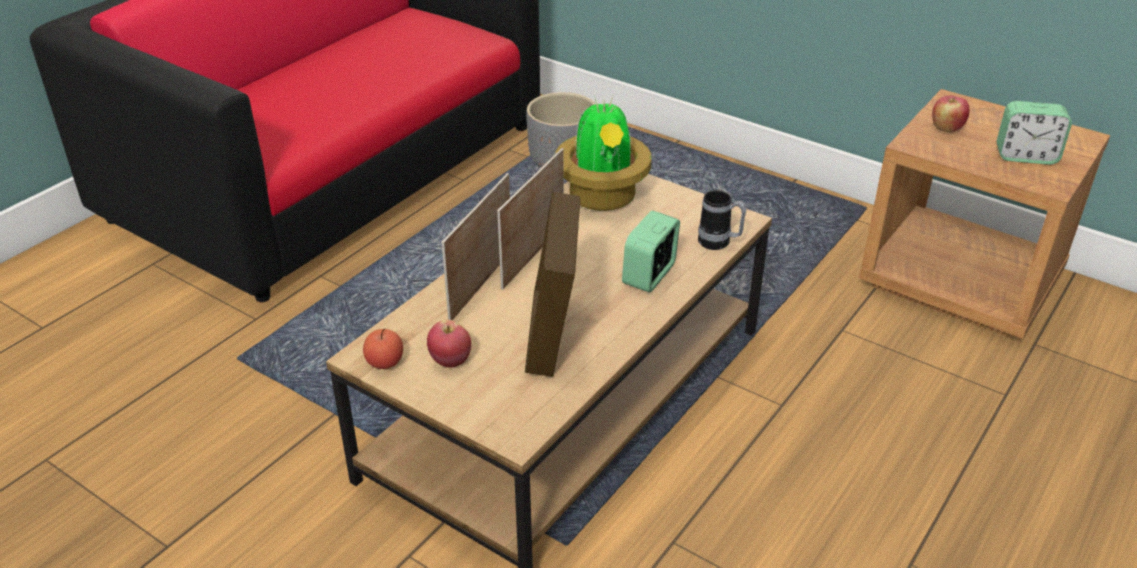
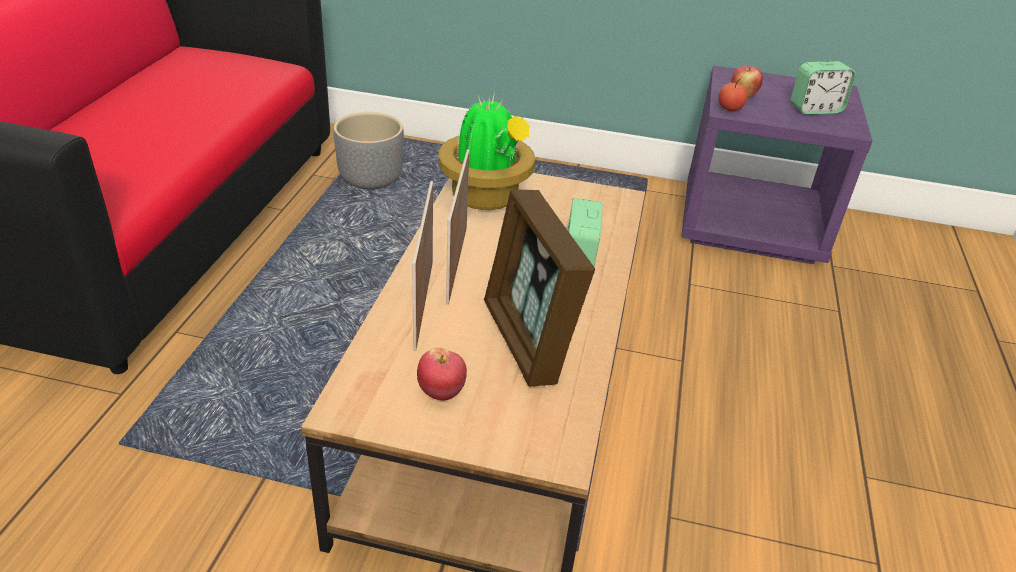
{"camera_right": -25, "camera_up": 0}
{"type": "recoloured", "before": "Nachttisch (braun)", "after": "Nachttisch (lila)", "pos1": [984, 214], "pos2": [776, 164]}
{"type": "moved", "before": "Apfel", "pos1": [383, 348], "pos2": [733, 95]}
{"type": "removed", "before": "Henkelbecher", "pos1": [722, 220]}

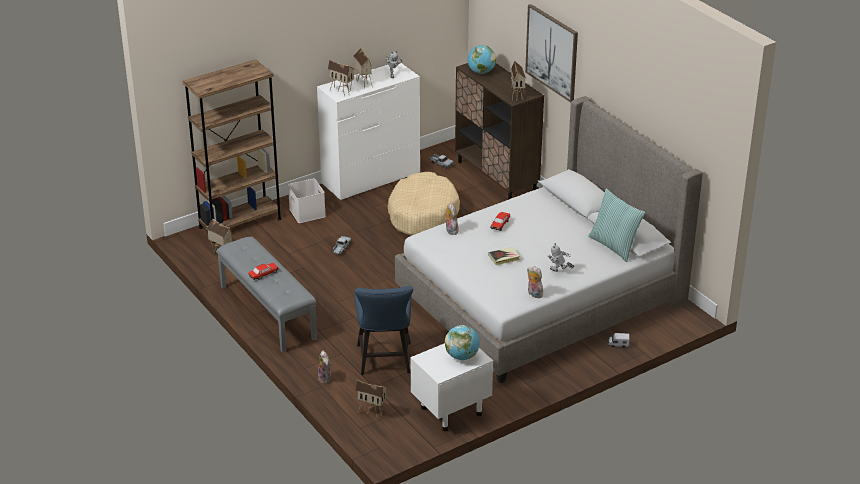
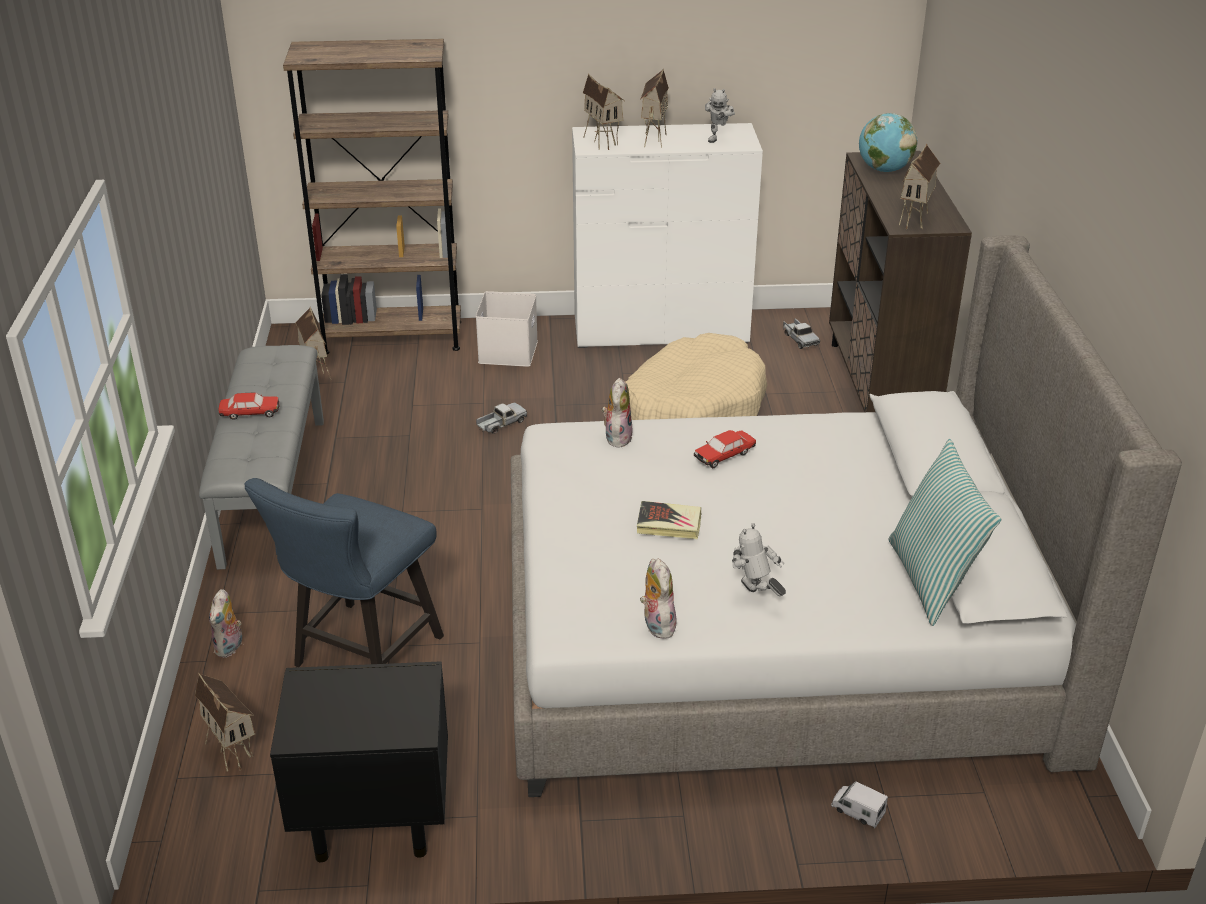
{"camera_right": 30, "camera_up": 0}
{"type": "recoloured", "before": "Nachttisch (weiß)", "after": "Nachttisch (schwarz)", "pos1": [452, 387], "pos2": [359, 761]}
{"type": "removed", "before": "Globus", "pos1": [462, 342]}
{"type": "removed", "before": "Bild", "pos1": [551, 53]}

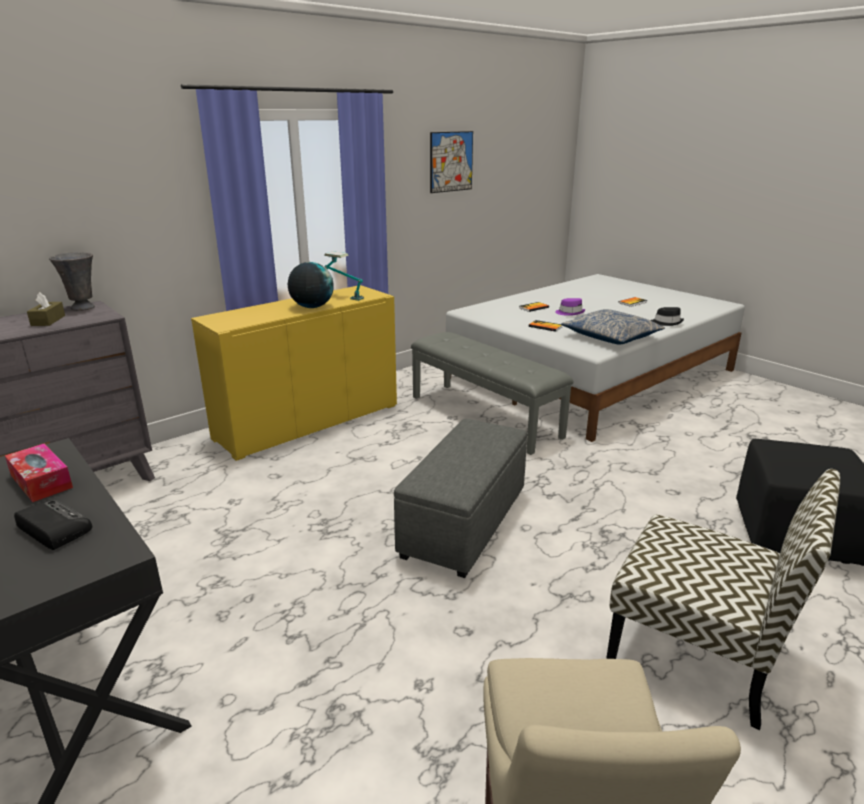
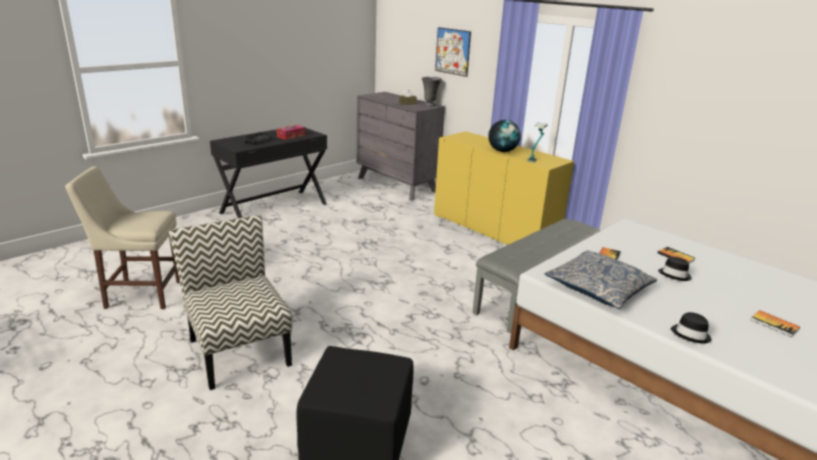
{"camera_right": 85, "camera_up": 0}
{"type": "turned", "before": "Stuhl", "pos1": [723, 599], "pos2": [230, 302], "turn": 120}
{"type": "moved", "before": "Bild", "pos1": [451, 162], "pos2": [453, 52]}
{"type": "recoloured", "before": "Hut (lila)", "after": "Hut (schwarz)", "pos1": [570, 307], "pos2": [675, 269]}
{"type": "removed", "before": "Polsterhocker (grau)", "pos1": [460, 498]}

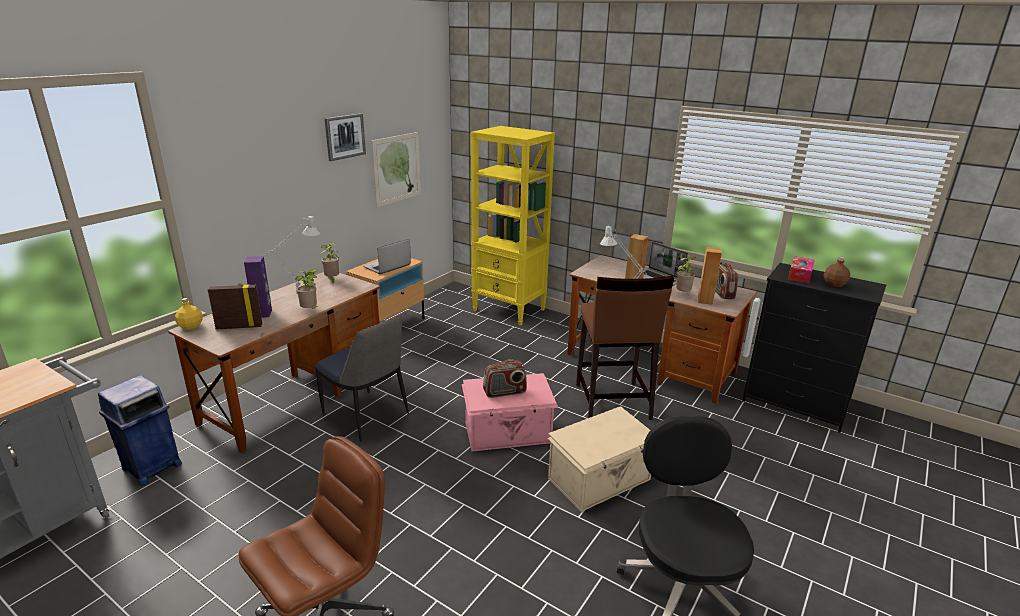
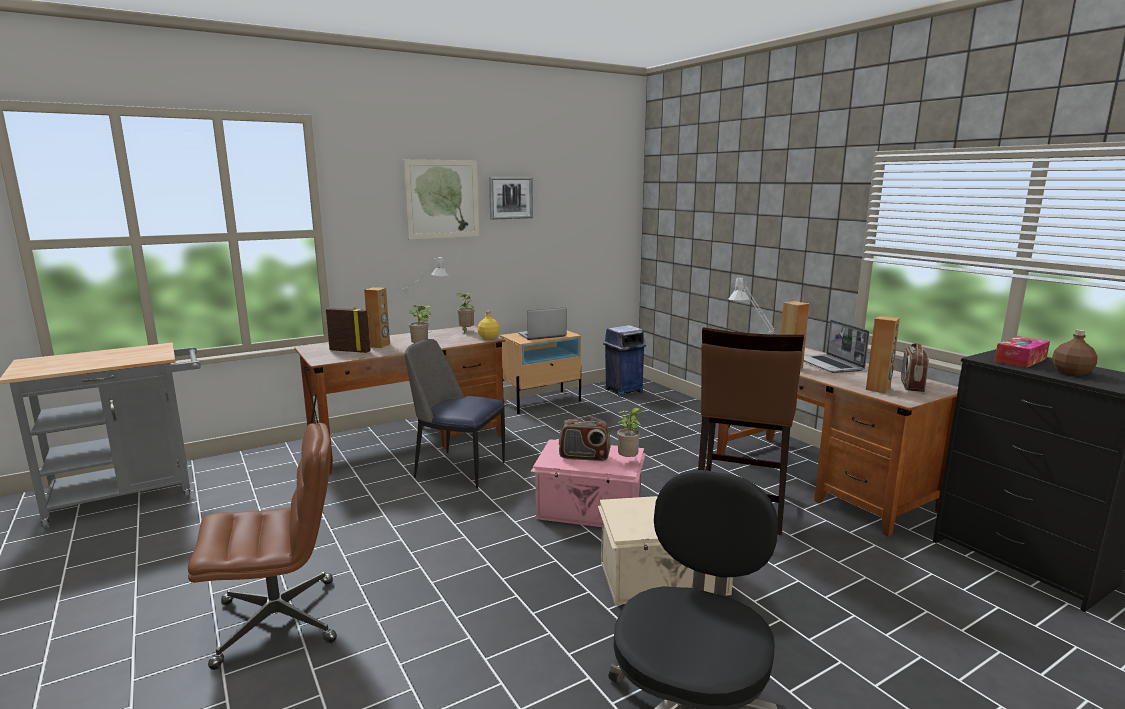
{"camera_right": 25, "camera_up": -10}
{"type": "recoloured", "before": "Lautsprecher (lila)", "after": "Lautsprecher (braun)", "pos1": [258, 286], "pos2": [377, 317]}
{"type": "moved", "before": "Bild", "pos1": [396, 169], "pos2": [441, 199]}
{"type": "turned", "before": "Stuhl", "pos1": [362, 378], "pos2": [455, 413], "turn": 135}
{"type": "moved", "before": "Flasche (gelb)", "pos1": [189, 314], "pos2": [488, 325]}
{"type": "moved", "before": "Mülleimer (blau)", "pos1": [140, 430], "pos2": [624, 361]}
{"type": "moved", "before": "Topfpflanze", "pos1": [686, 273], "pos2": [629, 432]}
{"type": "removed", "before": "Bücherregal (gelb)", "pos1": [512, 226]}

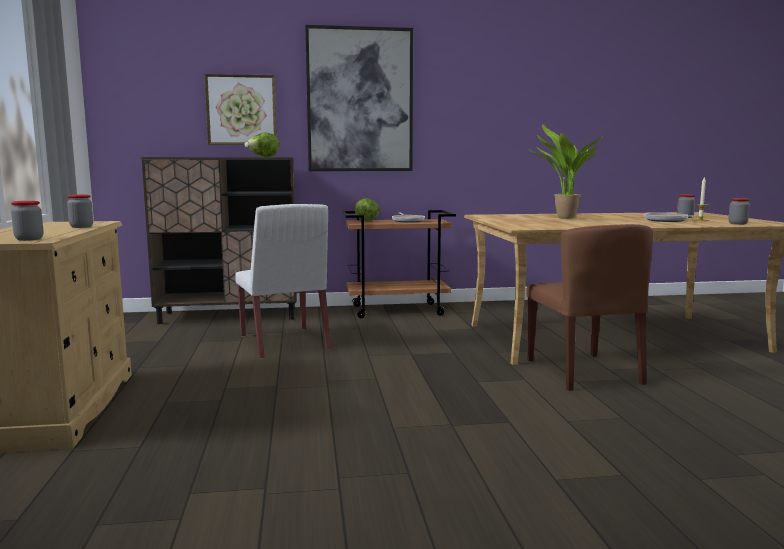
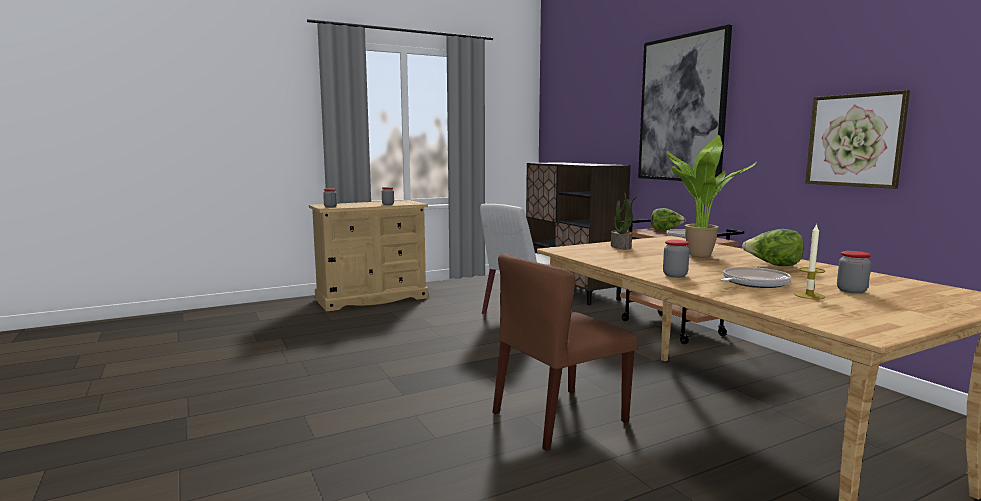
{"camera_right": 70, "camera_up": 0}
{"type": "added", "after": "Topfpflanze", "pos2": [623, 220]}
{"type": "moved", "before": "Vorratsglas", "pos1": [739, 211], "pos2": [676, 259]}
{"type": "moved", "before": "Salatkopf", "pos1": [262, 144], "pos2": [773, 247]}
{"type": "moved", "before": "Bild", "pos1": [240, 109], "pos2": [857, 139]}

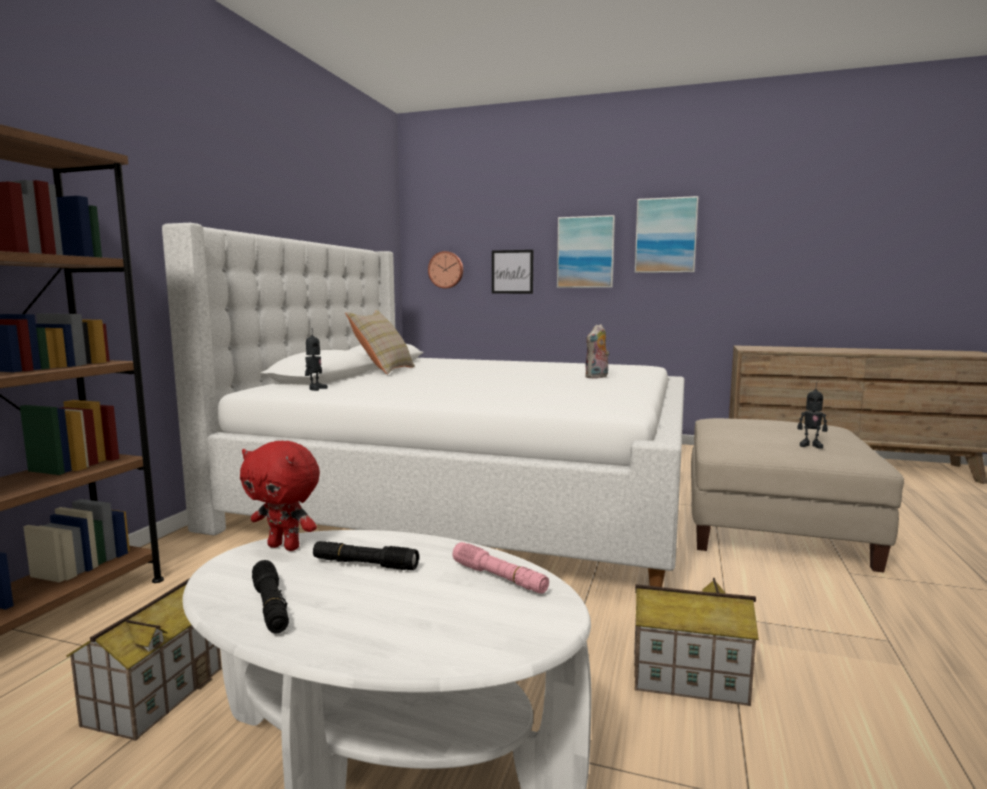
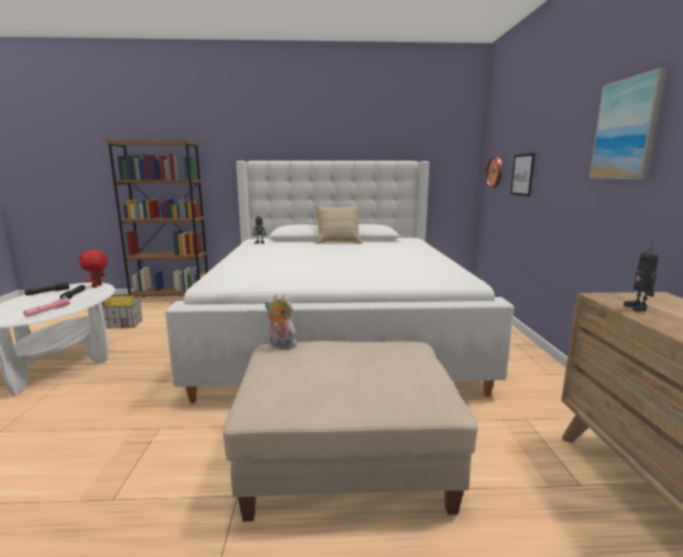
{"camera_right": 70, "camera_up": 5}
{"type": "moved", "before": "Plüschtier", "pos1": [597, 351], "pos2": [281, 321]}
{"type": "moved", "before": "Spielzeugroboter", "pos1": [812, 415], "pos2": [641, 276]}
{"type": "removed", "before": "Bild", "pos1": [586, 251]}
{"type": "removed", "before": "Spielzeughaus", "pos1": [696, 642]}

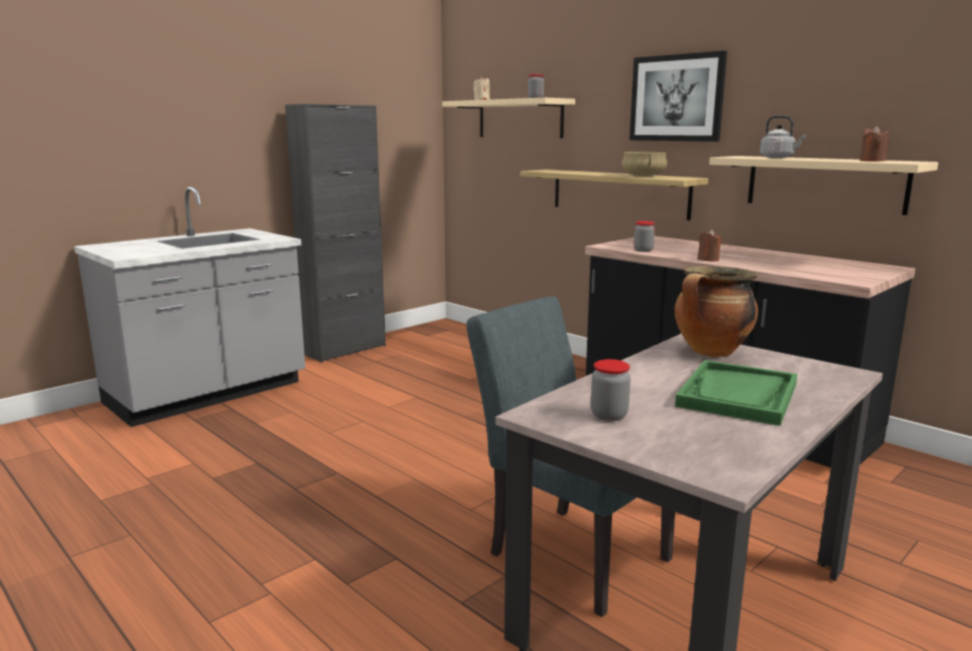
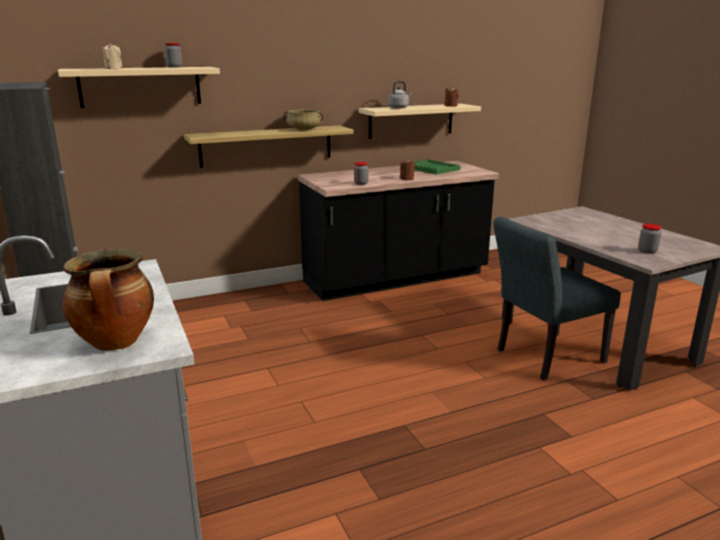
{"camera_right": -70, "camera_up": 5}
{"type": "moved", "before": "Kochtopf", "pos1": [716, 311], "pos2": [108, 300]}
{"type": "moved", "before": "Tablett (grün)", "pos1": [736, 393], "pos2": [437, 167]}
{"type": "removed", "before": "Bild", "pos1": [678, 96]}

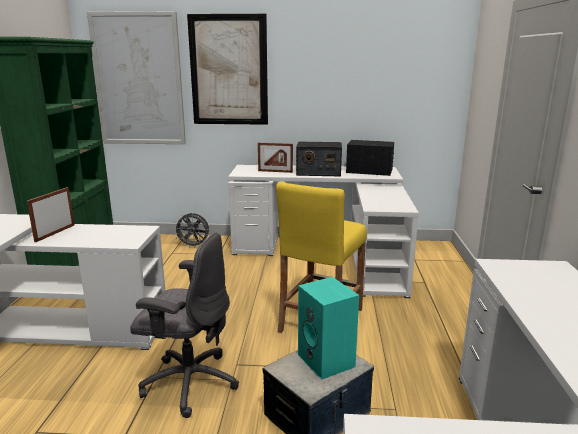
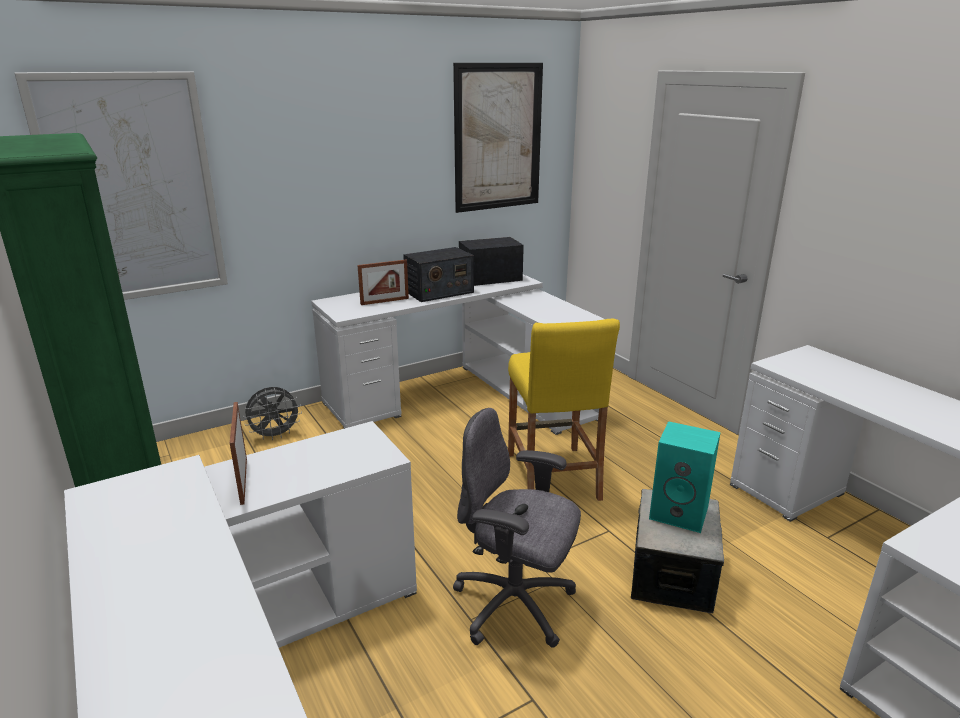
{"camera_right": -35, "camera_up": 5}
{"type": "moved", "before": "Bild", "pos1": [227, 69], "pos2": [498, 138]}
{"type": "turned", "before": "Bürostuhl (grau)", "pos1": [184, 325], "pos2": [517, 528], "turn": -135}

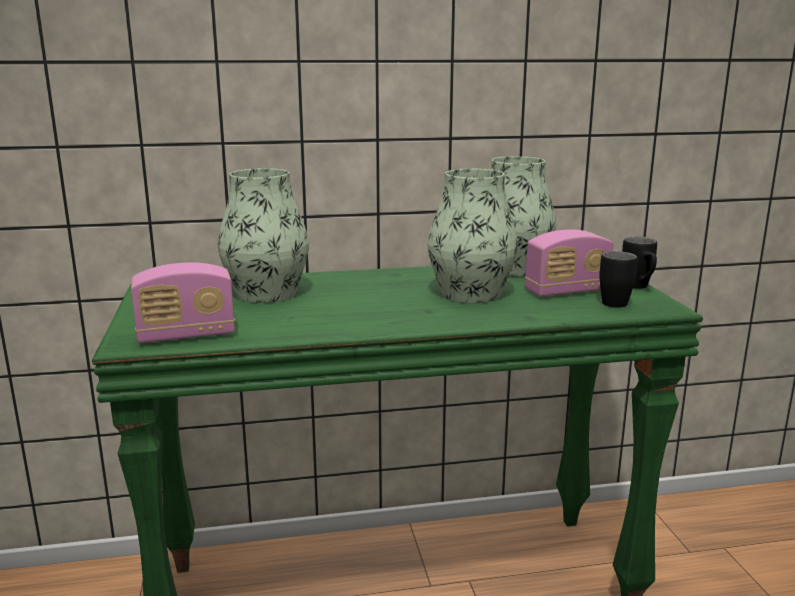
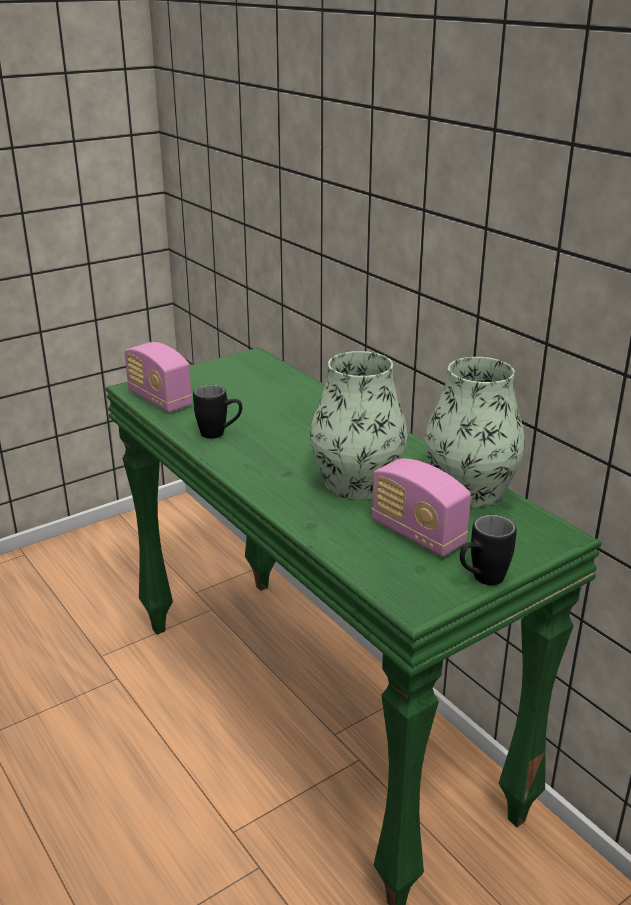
{"camera_right": 65, "camera_up": 10}
{"type": "moved", "before": "Henkelbecher (schwarz)", "pos1": [618, 279], "pos2": [217, 412]}
{"type": "removed", "before": "Vase", "pos1": [263, 235]}

